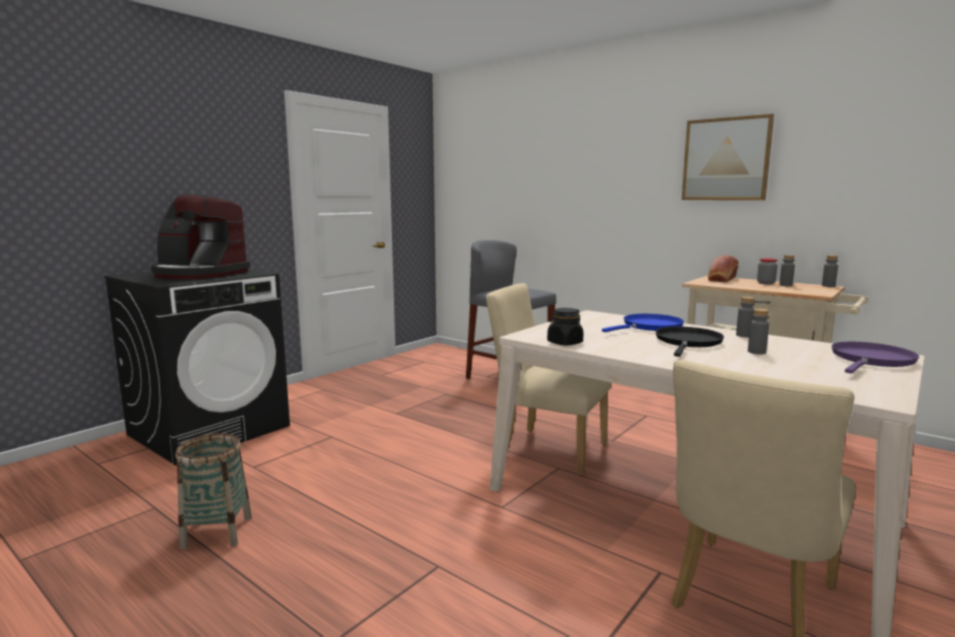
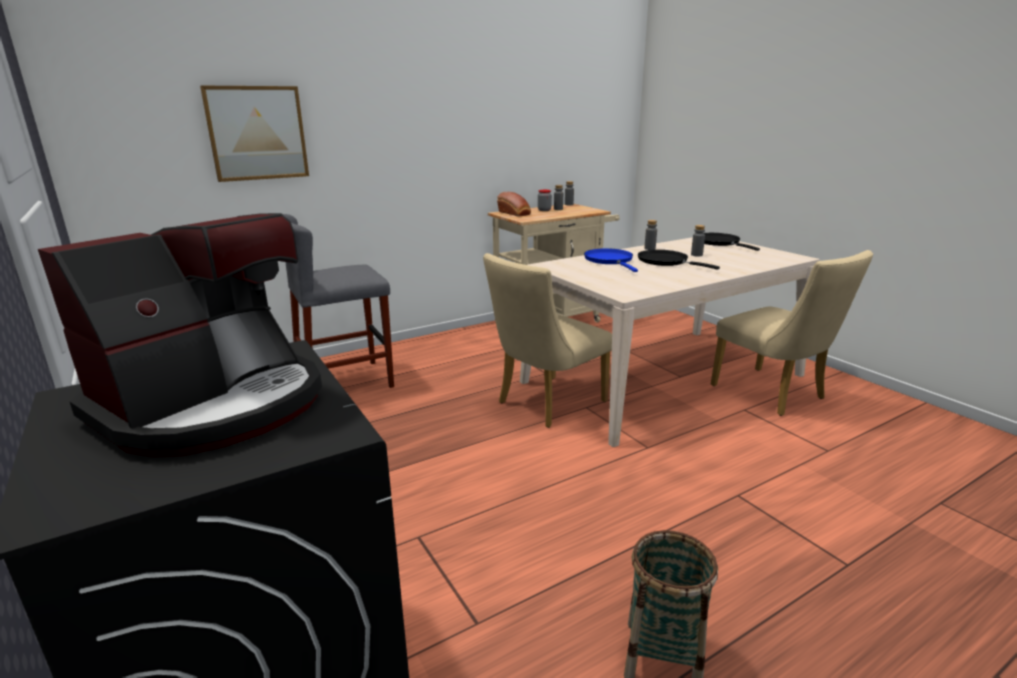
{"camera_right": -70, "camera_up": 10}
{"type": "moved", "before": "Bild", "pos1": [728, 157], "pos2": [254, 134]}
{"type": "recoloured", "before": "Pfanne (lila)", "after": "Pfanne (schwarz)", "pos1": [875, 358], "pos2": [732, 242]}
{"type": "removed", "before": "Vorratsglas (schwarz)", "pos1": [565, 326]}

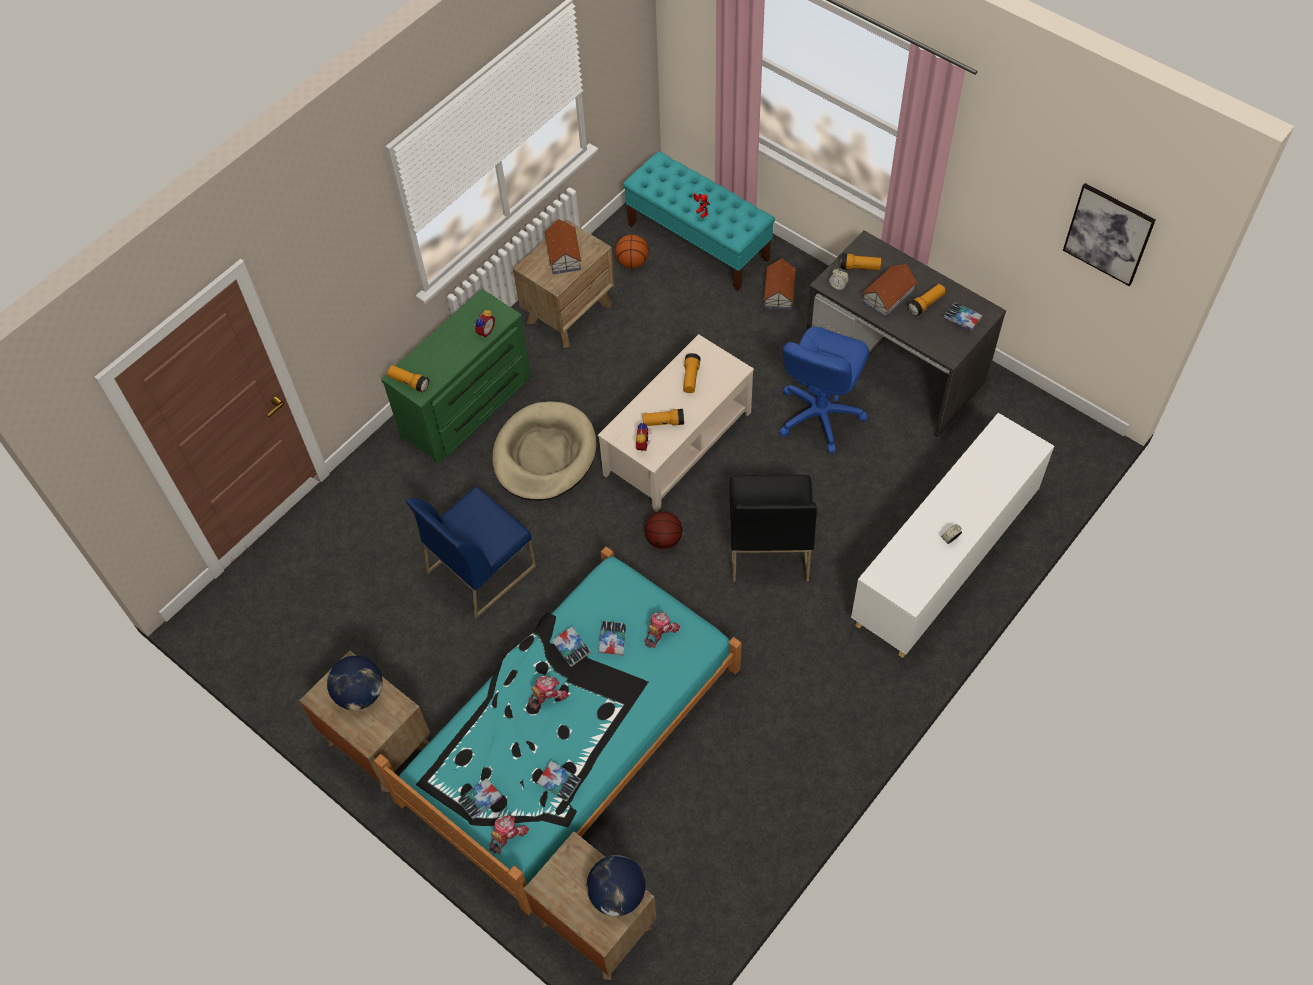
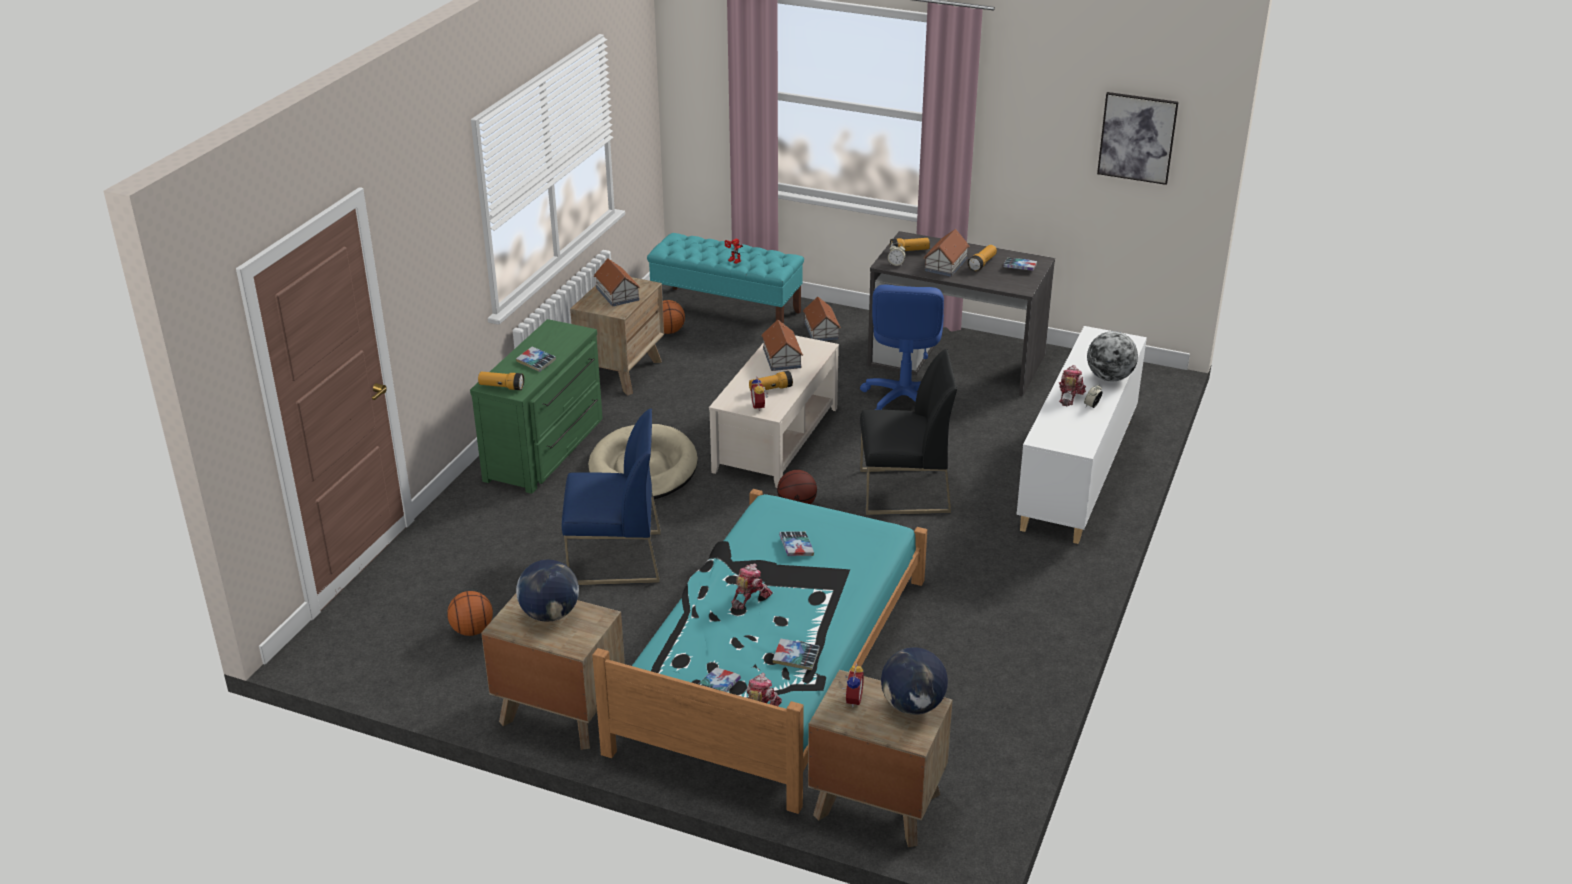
{"camera_right": -20, "camera_up": -25}
{"type": "added", "after": "Basketball", "pos2": [470, 613]}
{"type": "moved", "before": "Buch", "pos1": [571, 646], "pos2": [536, 359]}
{"type": "turned", "before": "Stuhl (blau)", "pos1": [470, 553], "pos2": [611, 496], "turn": -120}
{"type": "replaced", "before": "Taschenlampe", "after": "Spielzeughaus", "pos1": [691, 373], "pos2": [782, 345]}
{"type": "moved", "before": "Wecker", "pos1": [484, 324], "pos2": [853, 685]}
{"type": "turned", "before": "Stuhl (schwarz)", "pos1": [773, 528], "pos2": [908, 432], "turn": -75}
{"type": "moved", "before": "Spielzeugroboter", "pos1": [662, 629], "pos2": [1072, 385]}
{"type": "added", "after": "Globus", "pos2": [1112, 356]}

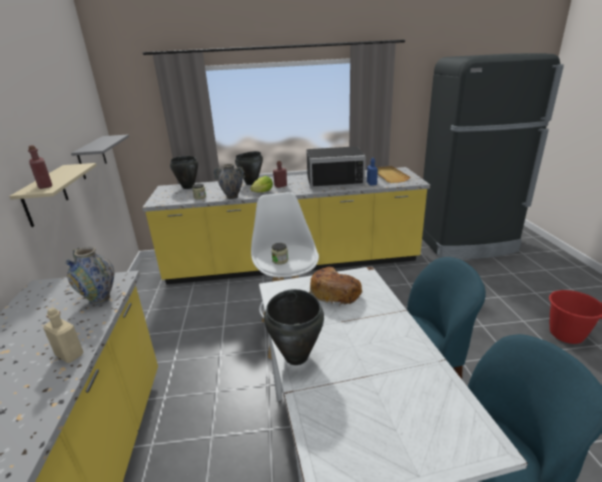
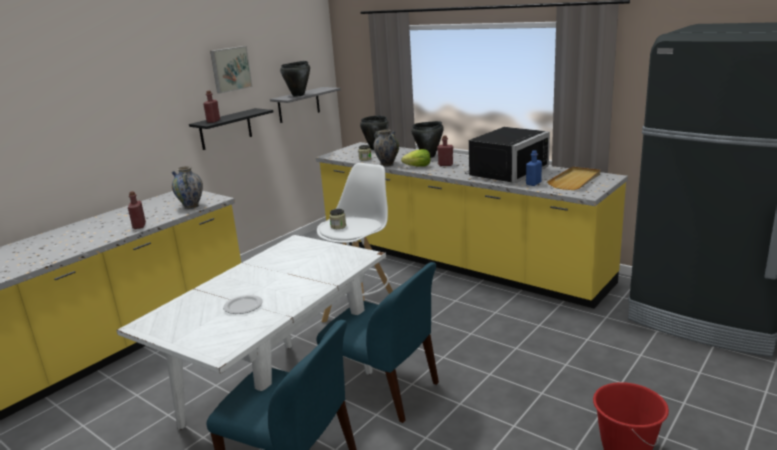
{"camera_right": 45, "camera_up": -5}
{"type": "recoloured", "before": "Flasche (beige)", "after": "Flasche (rot)", "pos1": [63, 335], "pos2": [137, 210]}
{"type": "recoloured", "before": "Wandregal (beige)", "after": "Wandregal (schwarz)", "pos1": [53, 195], "pos2": [231, 129]}
{"type": "added", "after": "Bild", "pos2": [231, 69]}
{"type": "added", "after": "Teller", "pos2": [243, 304]}
{"type": "moved", "before": "Kochtopf (schwarz)", "pos1": [294, 327], "pos2": [295, 78]}
{"type": "turned", "before": "Mikrowelle (schwarz)", "pos1": [336, 167], "pos2": [507, 155], "turn": -90}
{"type": "removed", "before": "Brot", "pos1": [335, 286]}

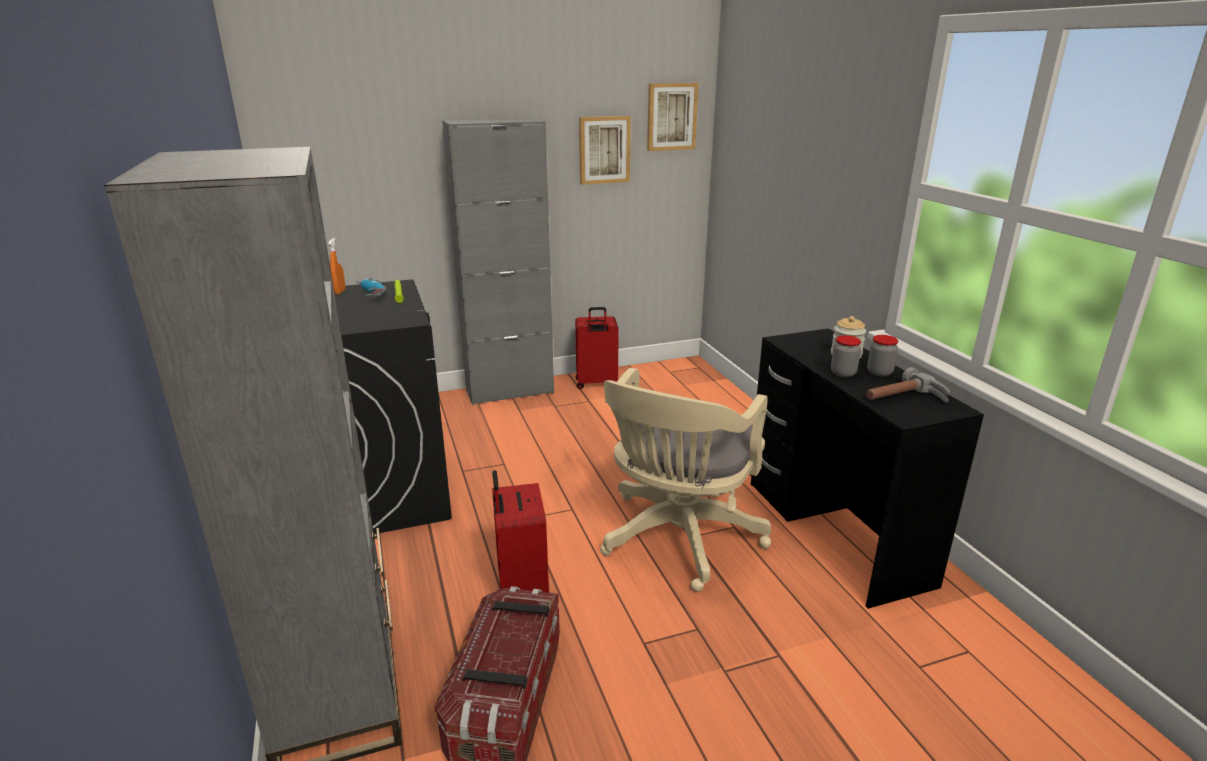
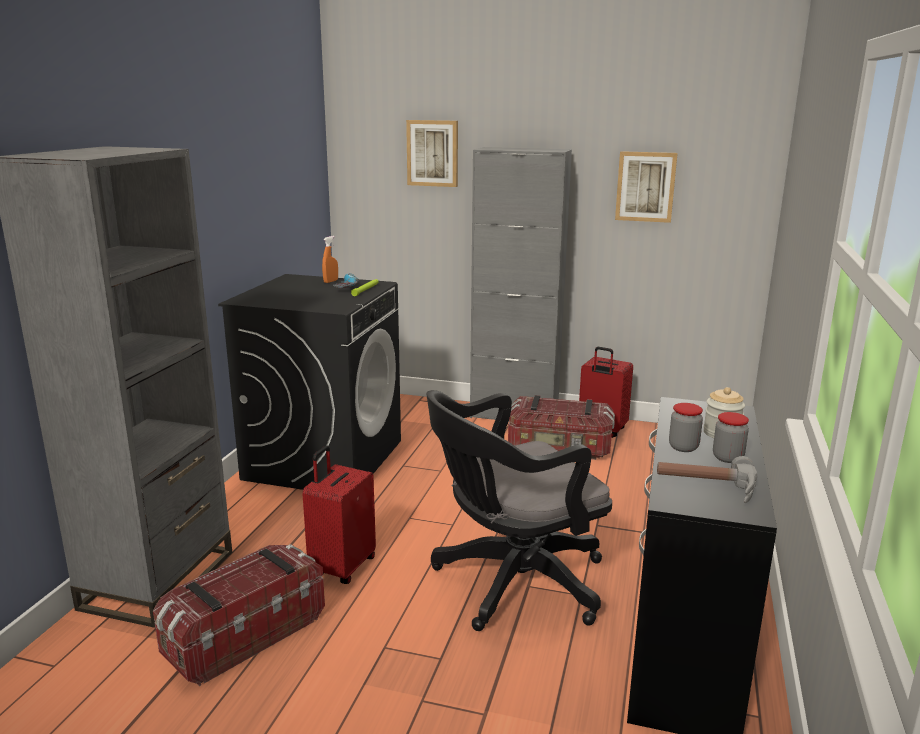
{"camera_right": 35, "camera_up": -5}
{"type": "moved", "before": "Bild", "pos1": [673, 117], "pos2": [432, 153]}
{"type": "recoloured", "before": "Bürostuhl (beige)", "after": "Bürostuhl (schwarz)", "pos1": [685, 480], "pos2": [519, 510]}
{"type": "added", "after": "Aufbewahrungsbox", "pos2": [561, 427]}

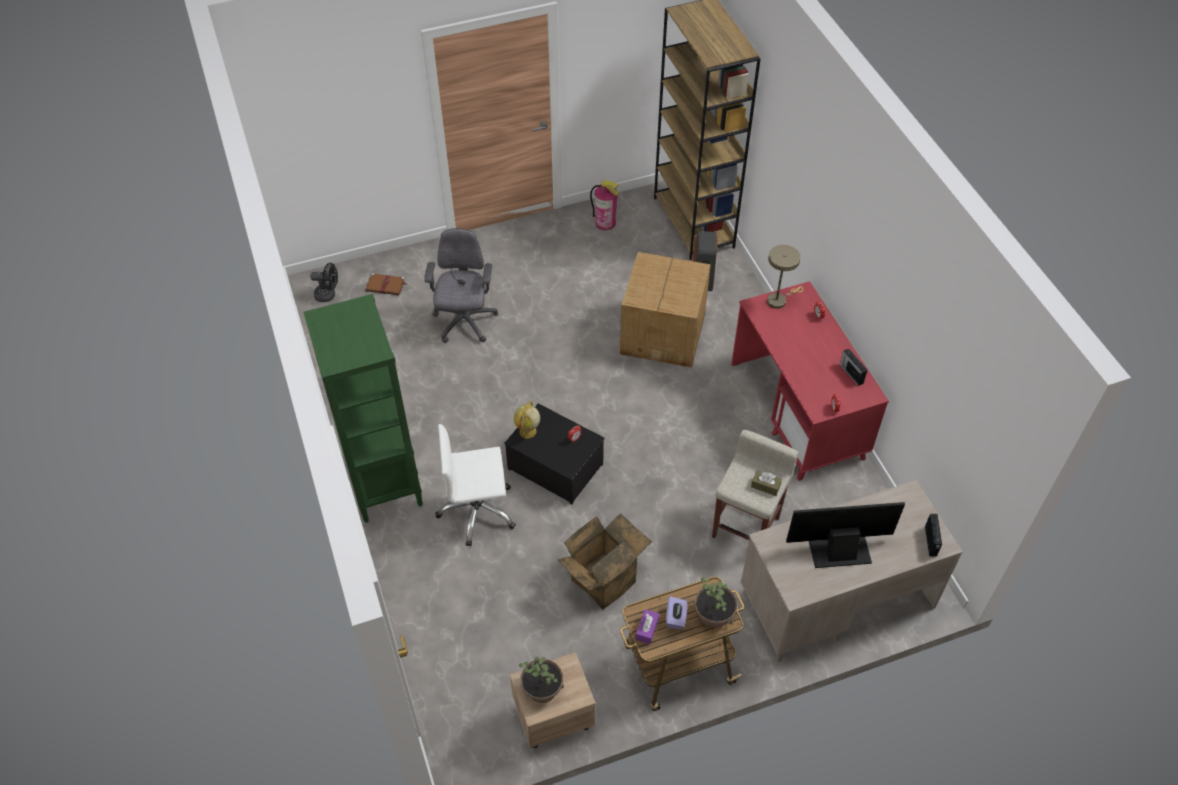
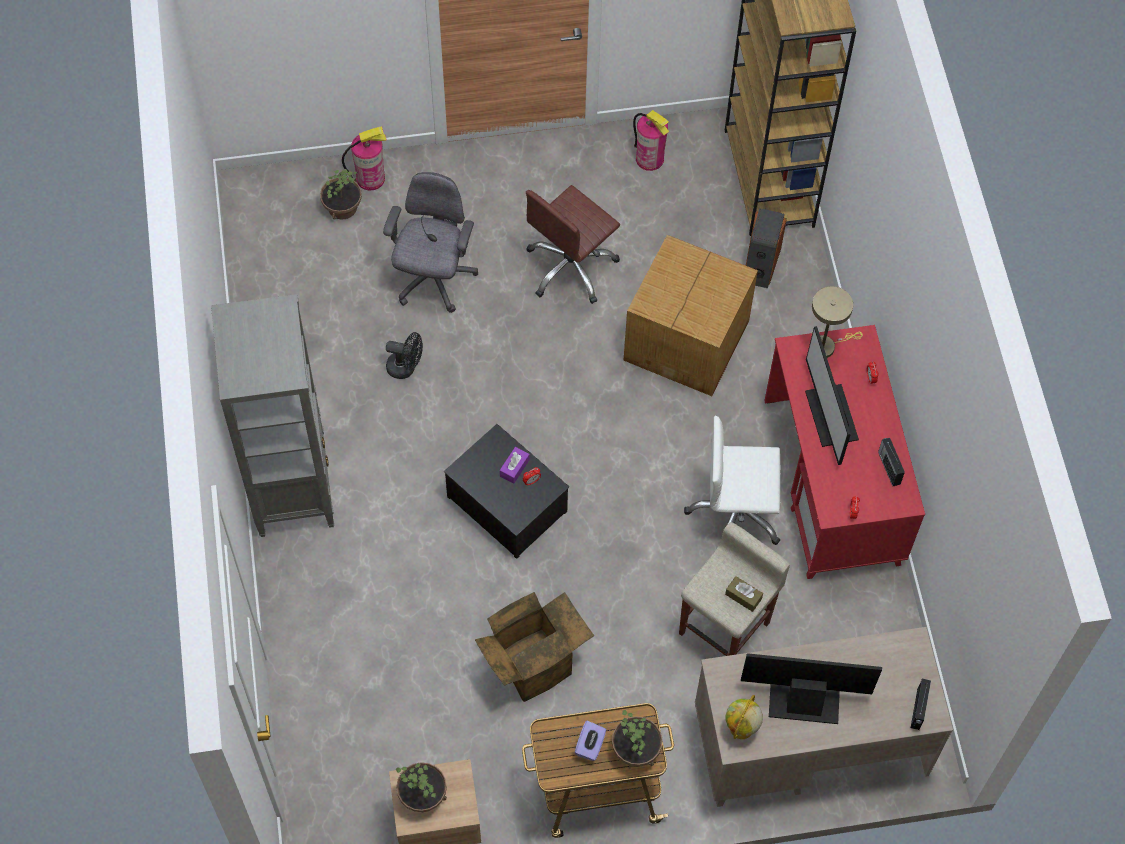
{"camera_right": 10, "camera_up": 10}
{"type": "recoloured", "before": "Bücherregal (grün)", "after": "Bücherregal (grau)", "pos1": [363, 408], "pos2": [272, 415]}
{"type": "replaced", "before": "Buch (braun)", "after": "Topfpflanze", "pos1": [386, 284], "pos2": [341, 194]}
{"type": "added", "after": "Feuerlöscher", "pos2": [364, 159]}
{"type": "moved", "before": "Ventilator (schwarz)", "pos1": [324, 282], "pos2": [404, 355]}
{"type": "moved", "before": "Taschentuchbox (lila)", "pos1": [647, 626], "pos2": [515, 465]}
{"type": "added", "after": "Bürostuhl (braun)", "pos2": [573, 244]}
{"type": "moved", "before": "Bürostuhl (weiß)", "pos1": [475, 485], "pos2": [732, 480]}
{"type": "moved", "before": "Globus", "pos1": [527, 419], "pos2": [744, 717]}
{"type": "added", "after": "Monitor", "pos2": [832, 395]}

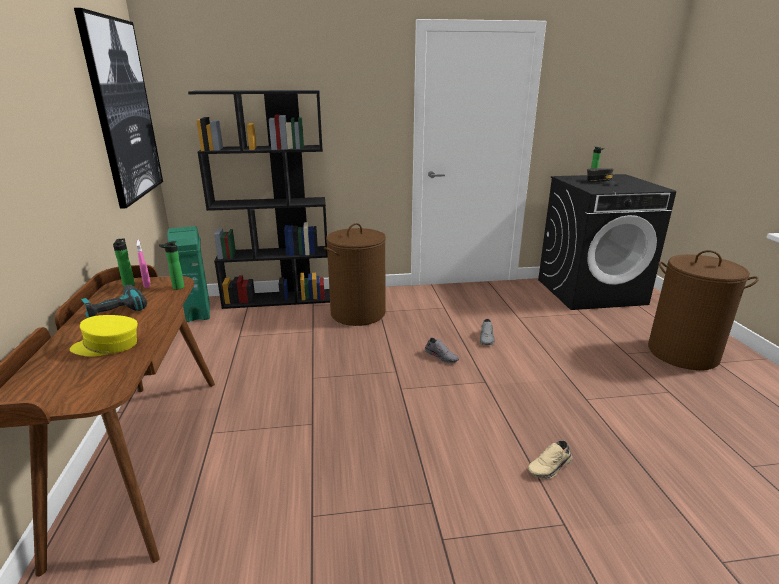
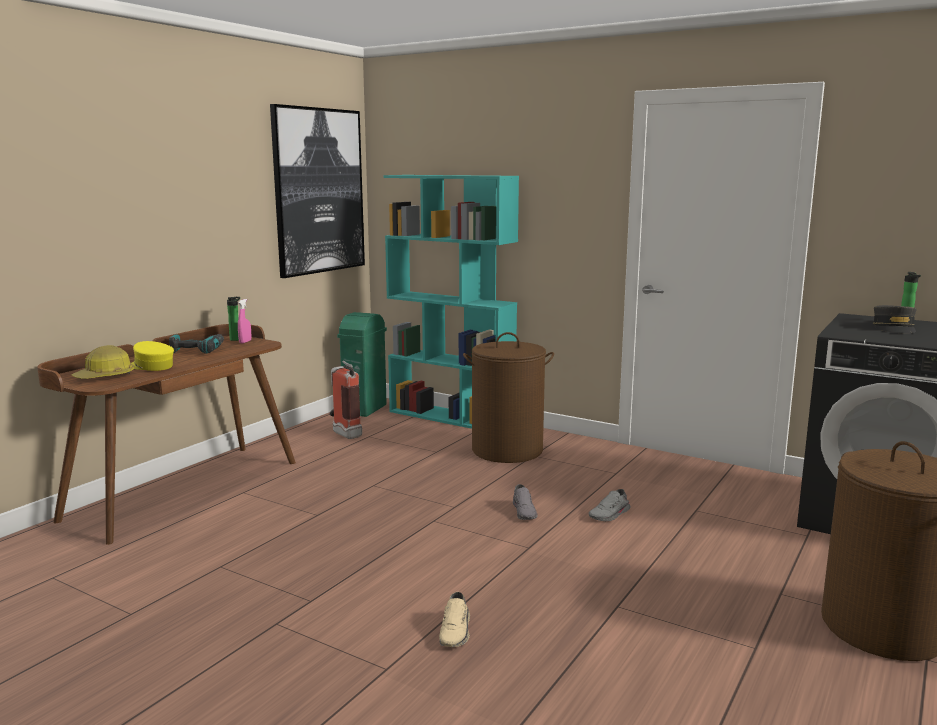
{"camera_right": 40, "camera_up": -10}
{"type": "added", "after": "Schutzhelm", "pos2": [103, 362]}
{"type": "added", "after": "Feuerlöscher", "pos2": [346, 400]}
{"type": "recoloured", "before": "Bücherregal (schwarz)", "after": "Bücherregal (türkis)", "pos1": [259, 199], "pos2": [451, 302]}
{"type": "turned", "before": "Schuh (beige)", "pos1": [550, 459], "pos2": [454, 619], "turn": -90}
{"type": "removed", "before": "Flasche", "pos1": [171, 265]}

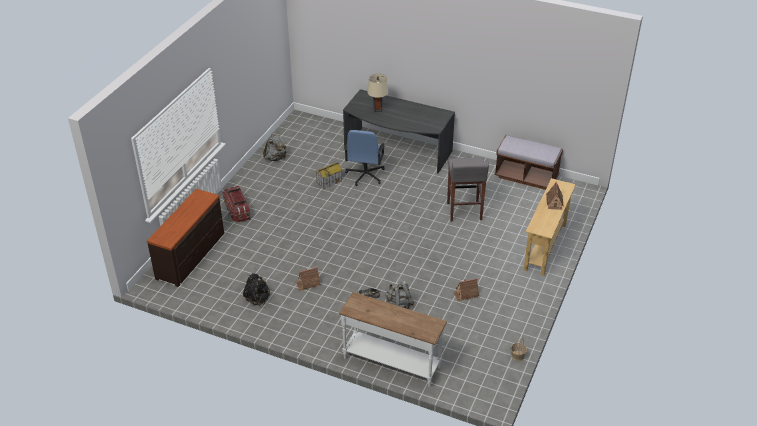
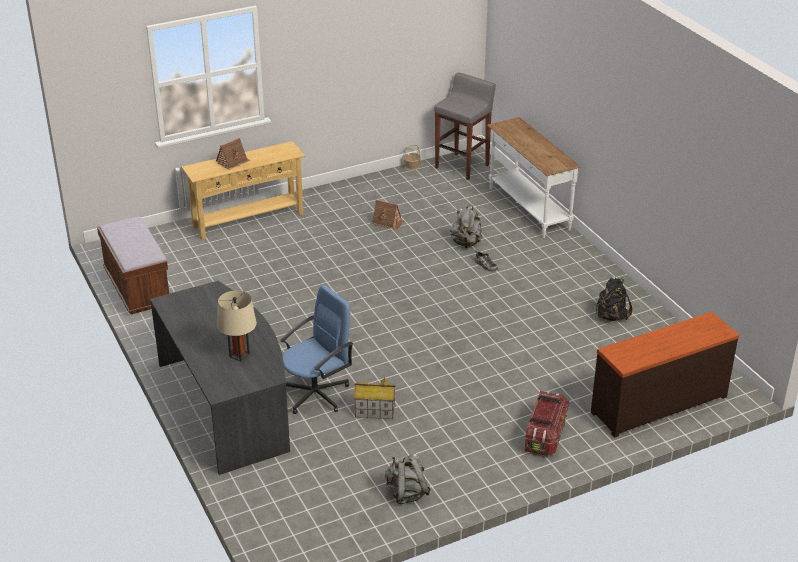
{"camera_right": -140, "camera_up": -5}
{"type": "moved", "before": "Hocker (grau)", "pos1": [468, 189], "pos2": [465, 126]}
{"type": "removed", "before": "Spielzeughaus", "pos1": [308, 279]}

